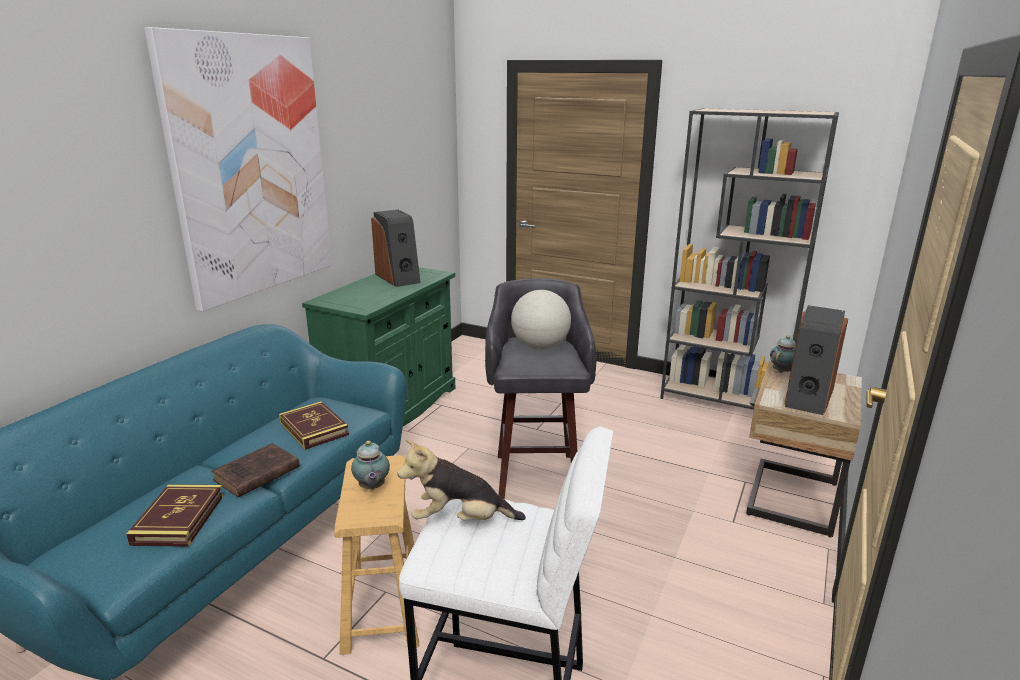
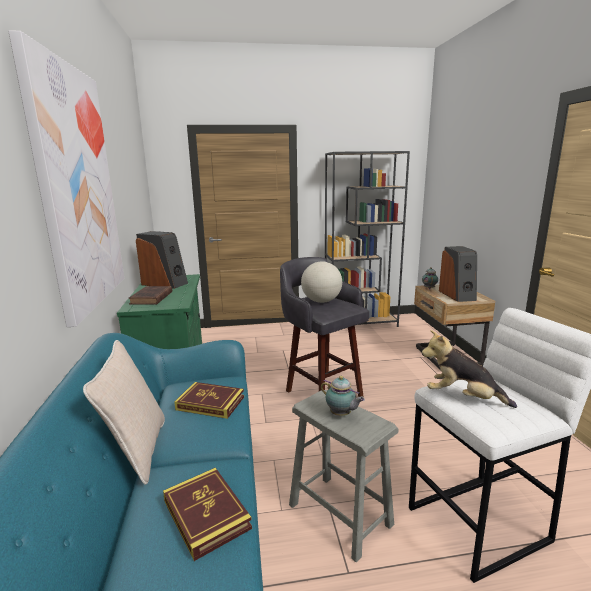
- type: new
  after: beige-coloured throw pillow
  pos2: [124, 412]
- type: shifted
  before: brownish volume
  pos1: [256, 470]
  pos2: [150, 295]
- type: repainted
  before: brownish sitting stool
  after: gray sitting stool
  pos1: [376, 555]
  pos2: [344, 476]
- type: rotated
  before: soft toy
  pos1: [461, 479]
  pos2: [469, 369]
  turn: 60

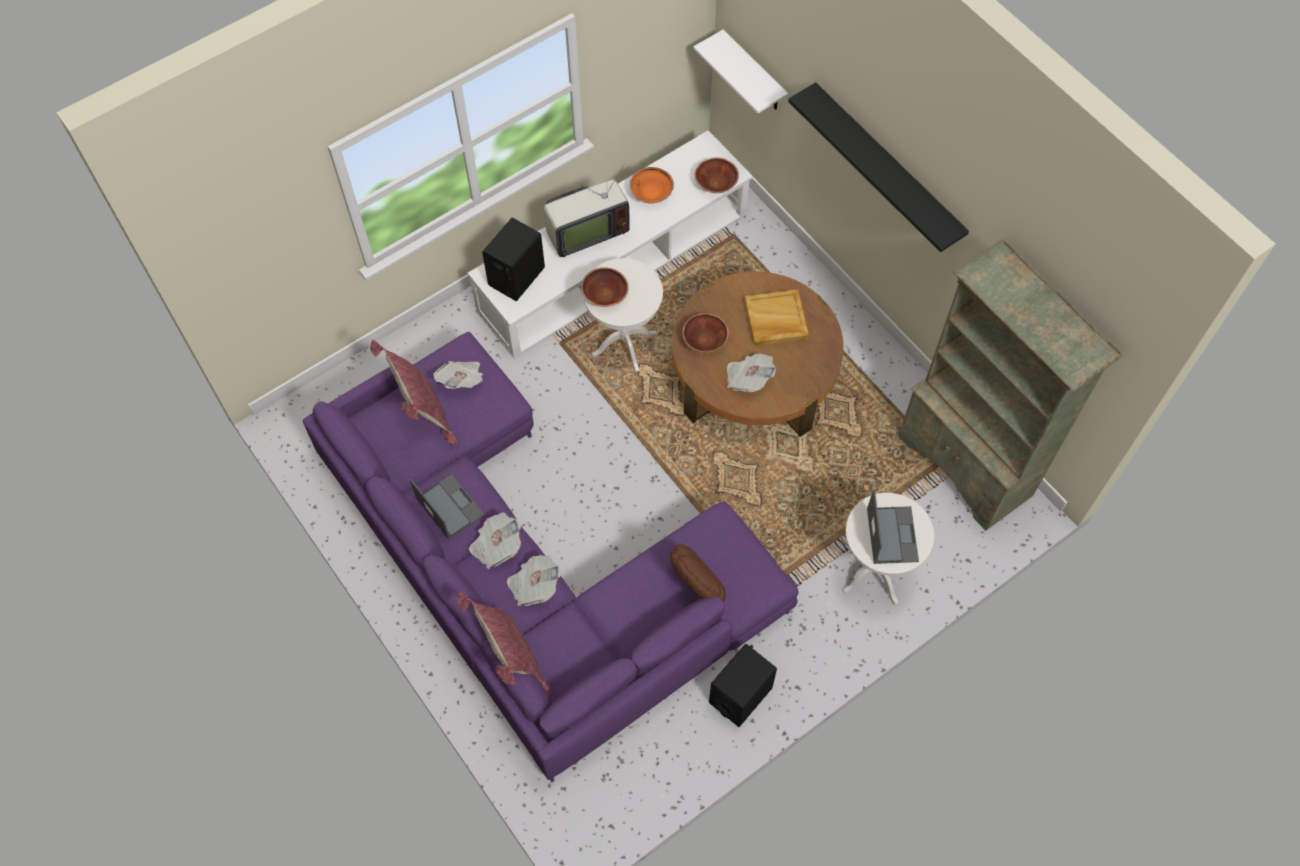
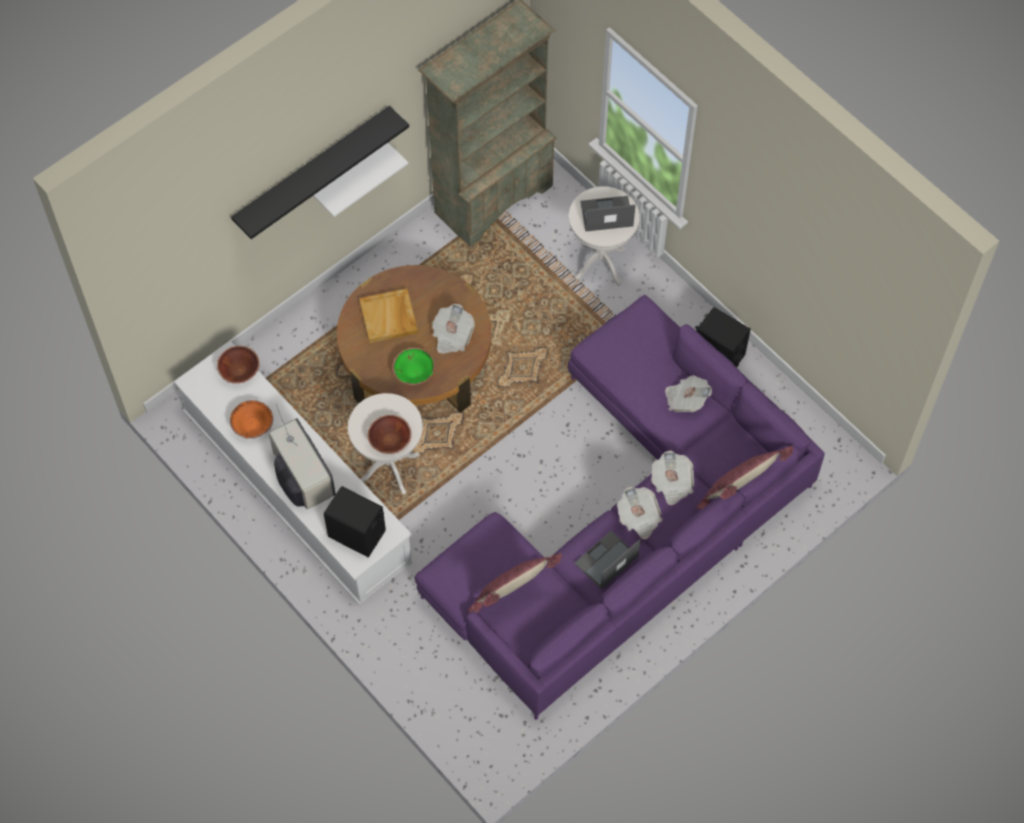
- type: shifted
  before: white bracket shelf
  pos1: [740, 71]
  pos2: [360, 180]
- type: repainted
  before: brownish bowl
  after: green bowl
  pos1: [705, 333]
  pos2: [413, 366]
- type: shifted
  before: daily paper
  pos1: [458, 375]
  pos2: [688, 393]
- type: gone
  before: brownish throw pillow
  pos1: [698, 573]

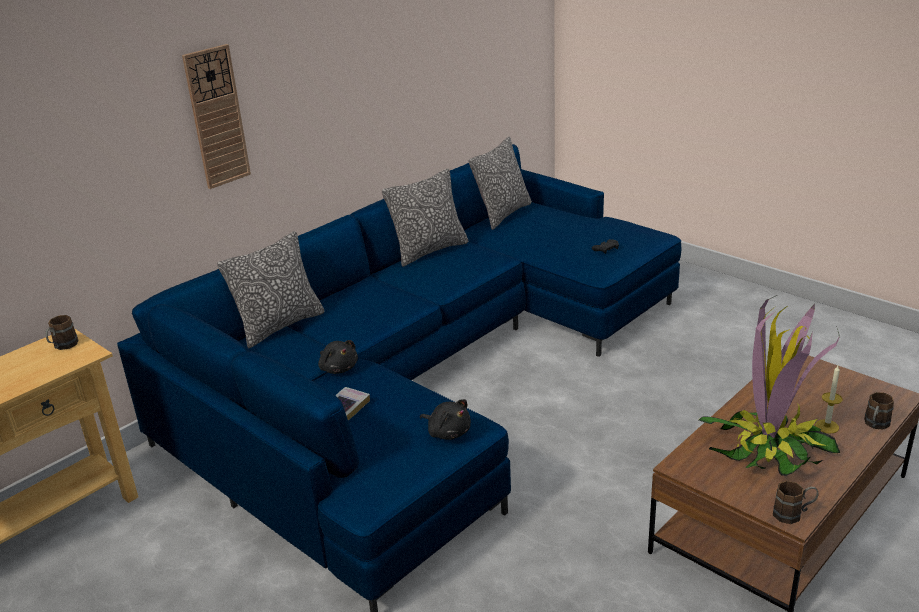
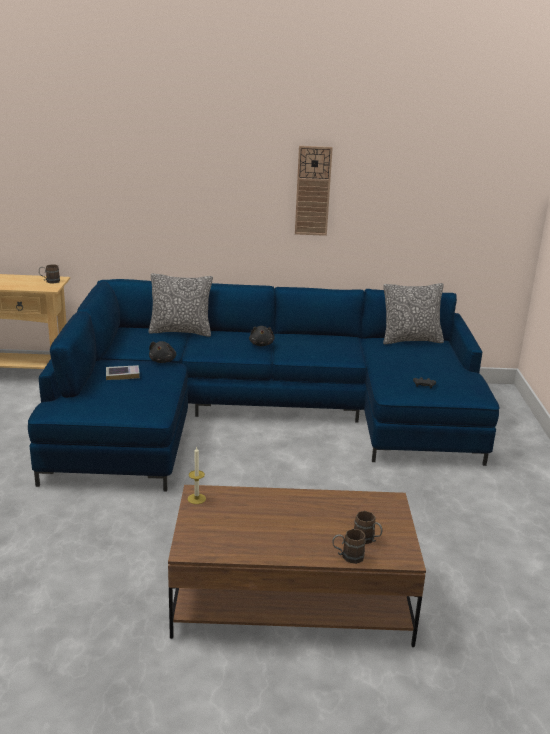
- type: shifted
  before: wax light
  pos1: [829, 400]
  pos2: [196, 475]
- type: shifted
  before: black soft toy
  pos1: [445, 419]
  pos2: [262, 336]
- type: shifted
  before: clock on the wall
  pos1: [216, 116]
  pos2: [314, 191]
- type: shifted
  before: brownish mug
  pos1: [796, 502]
  pos2: [368, 527]
- type: gone
  before: throw pillow
  pos1: [425, 218]
- type: gone
  before: potted plant
  pos1: [769, 385]

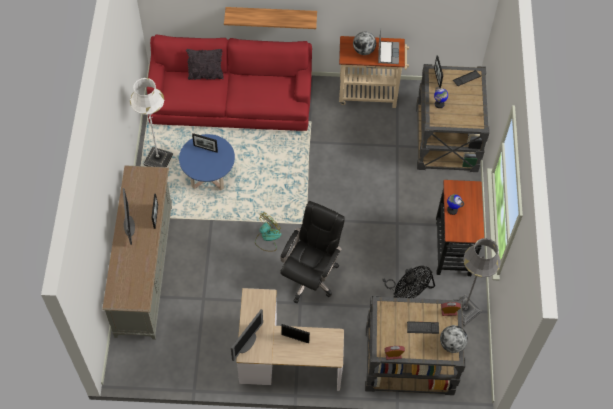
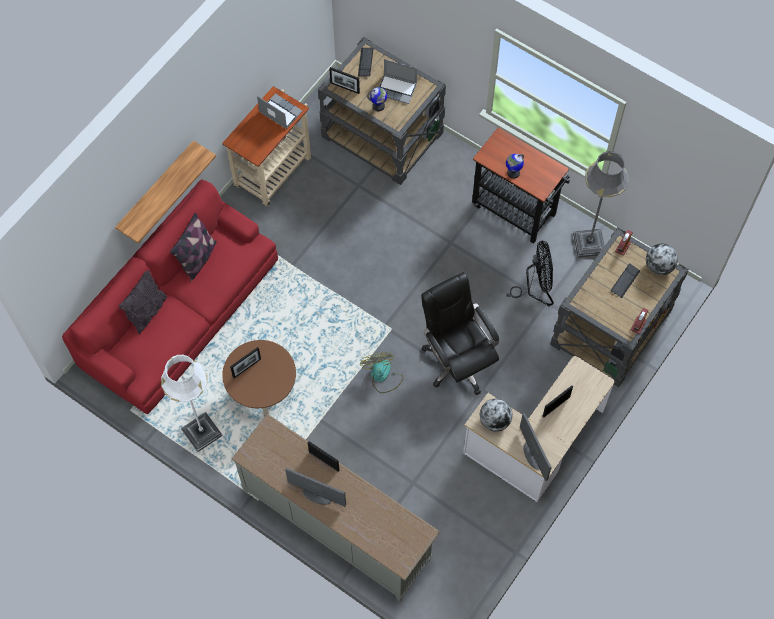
- type: new
  after: throw pillow
  pos2: [193, 246]
- type: repainted
  before: blue-coloured low table
  after: brownish low table
  pos1: [207, 162]
  pos2: [259, 378]
- type: new
  after: laptop
  pos2: [398, 81]
- type: shifted
  before: desk globe
  pos1: [364, 43]
  pos2: [496, 415]

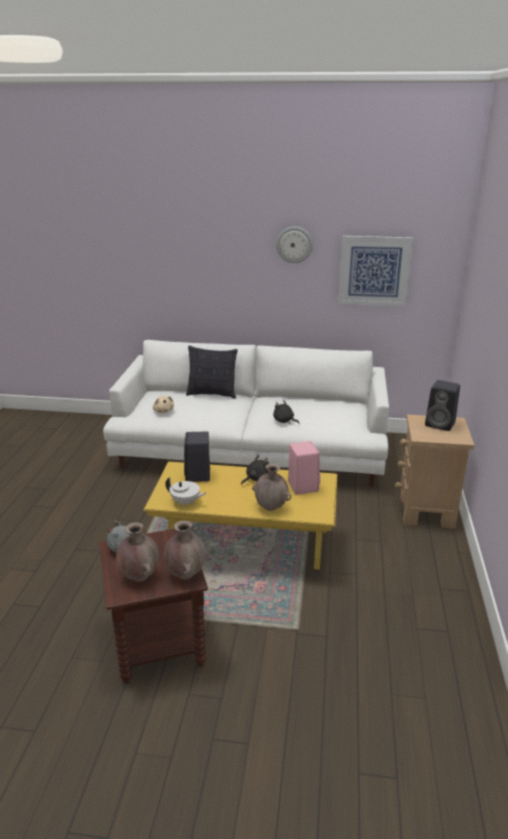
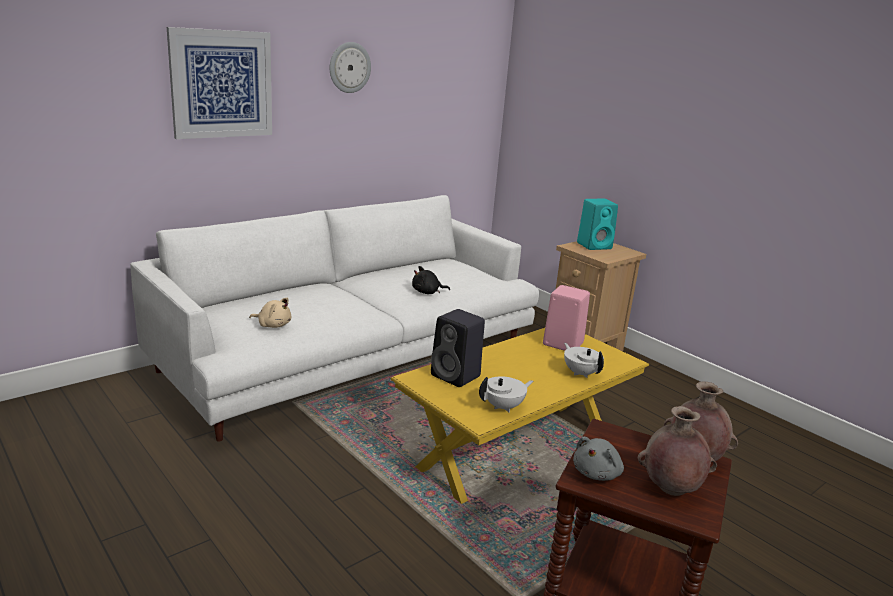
- type: shifted
  before: wall picture
  pos1: [375, 271]
  pos2: [219, 83]
- type: swapped
  before: brownish flower vase
  after: white pot for tea
  pos1: [271, 487]
  pos2: [584, 360]
- type: repainted
  before: black speaker
  after: turquoise-coloured speaker
  pos1: [442, 405]
  pos2: [597, 224]
- type: gone
  before: throw pillow
  pos1: [212, 372]
- type: gone
  before: black soft toy
  pos1: [255, 470]

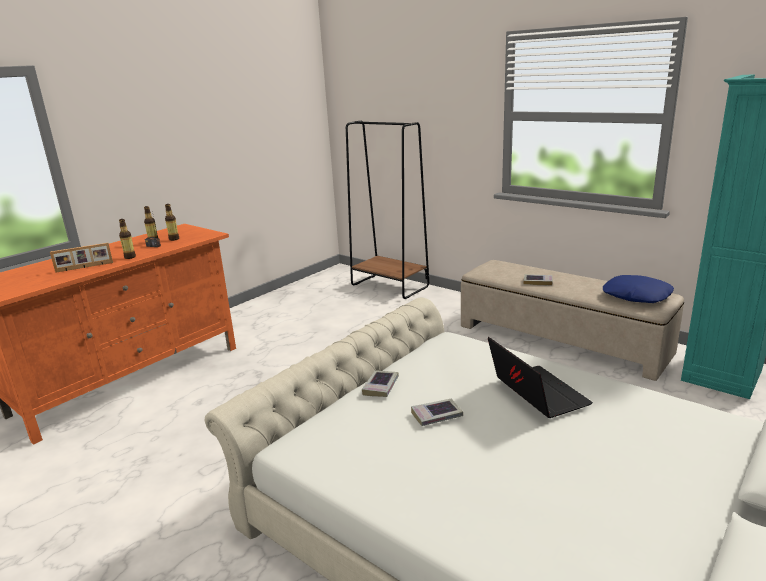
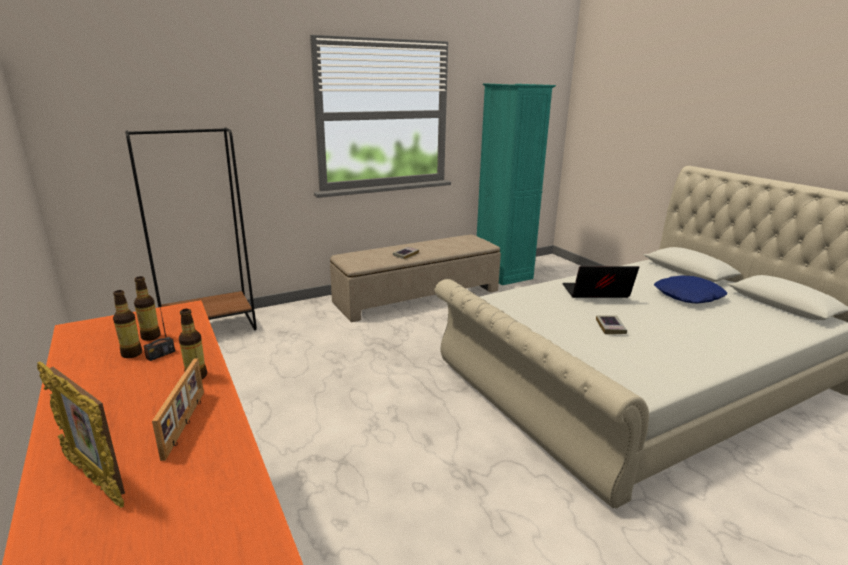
- type: new
  after: picture frame
  pos2: [81, 434]
- type: shifted
  before: blue-coloured throw pillow
  pos1: [638, 289]
  pos2: [690, 289]
- type: gone
  before: volume
  pos1: [380, 383]

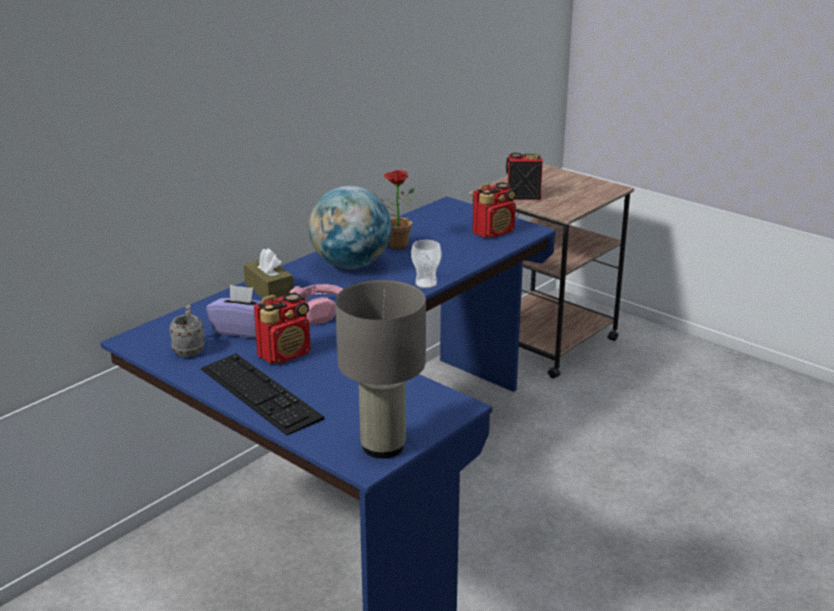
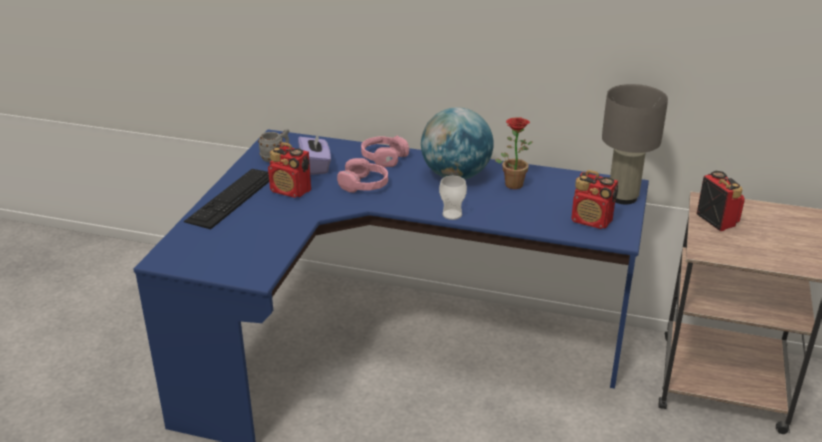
- type: swapped
  before: brownish tissue holder
  after: pinkish pair of headphones
  pos1: [268, 275]
  pos2: [385, 151]
- type: shifted
  before: gray lamp for a table
  pos1: [381, 369]
  pos2: [635, 144]

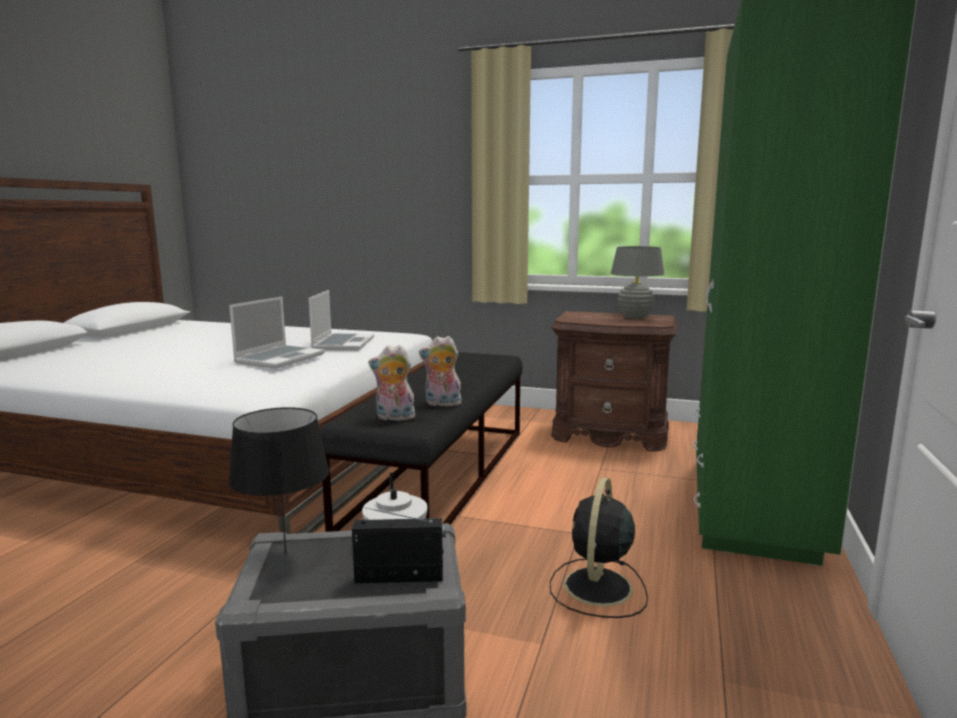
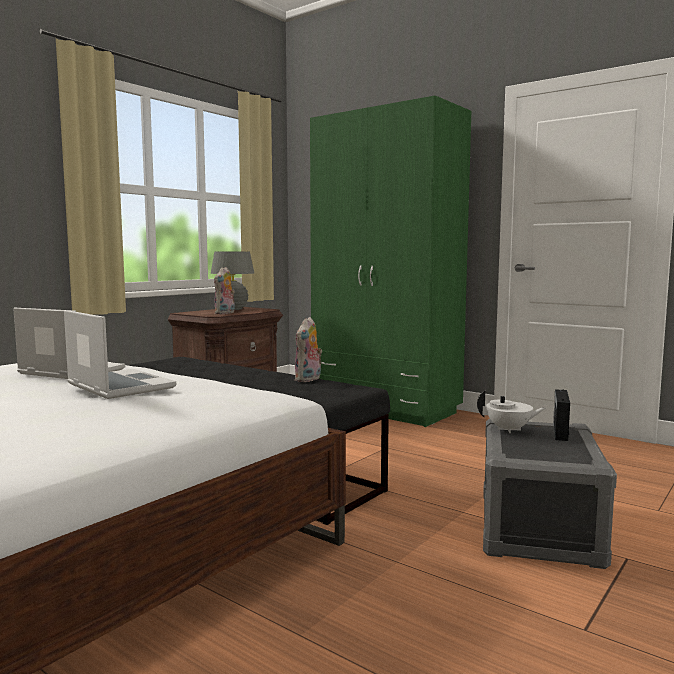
- type: shifted
  before: soft toy
  pos1: [392, 383]
  pos2: [224, 290]
- type: gone
  before: black lamp for a table
  pos1: [278, 481]
- type: gone
  before: black electric fan
  pos1: [599, 547]

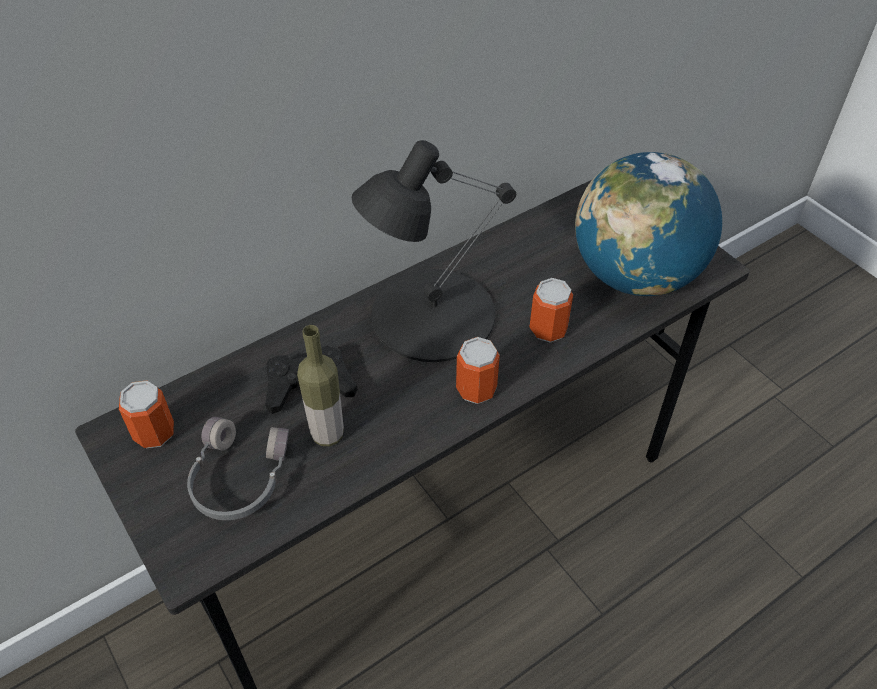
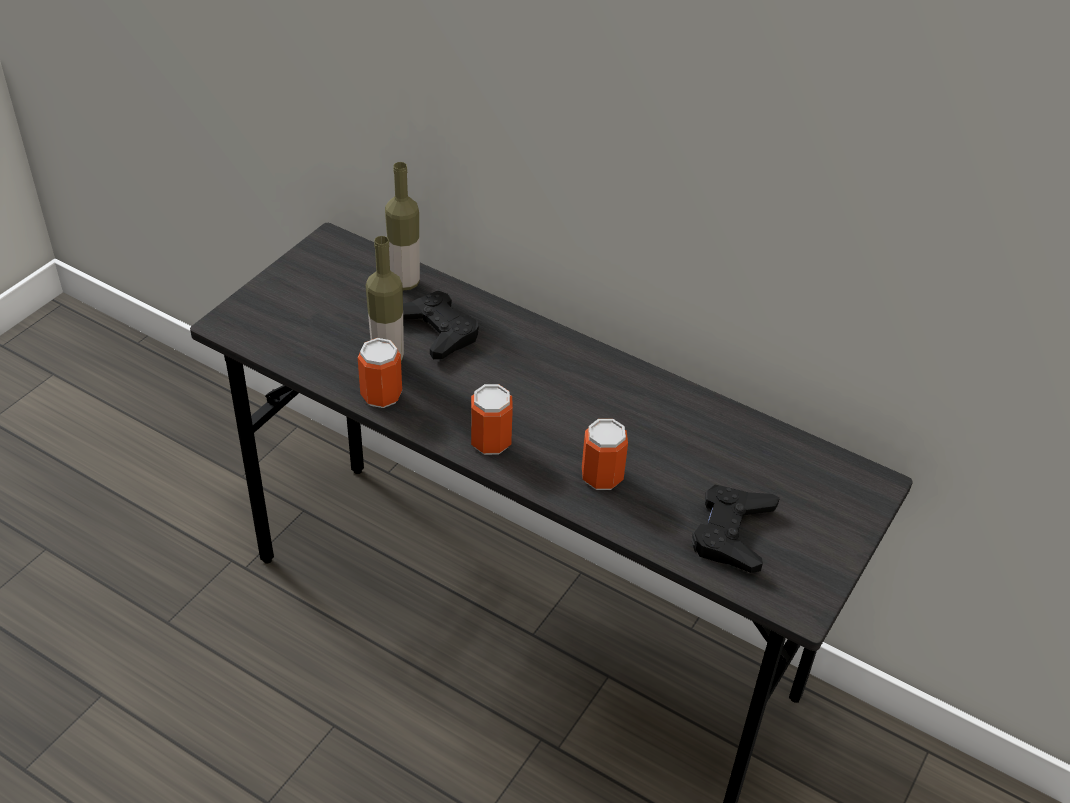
- type: shifted
  before: metal can
  pos1: [146, 414]
  pos2: [380, 373]
- type: new
  after: beverage bottle
  pos2: [402, 226]
- type: swapped
  before: desk globe
  after: black game controller
  pos1: [648, 224]
  pos2: [735, 529]
- type: gone
  before: gray pair of headphones
  pos1: [238, 468]
- type: gone
  before: black lamp for a table
  pos1: [434, 251]

